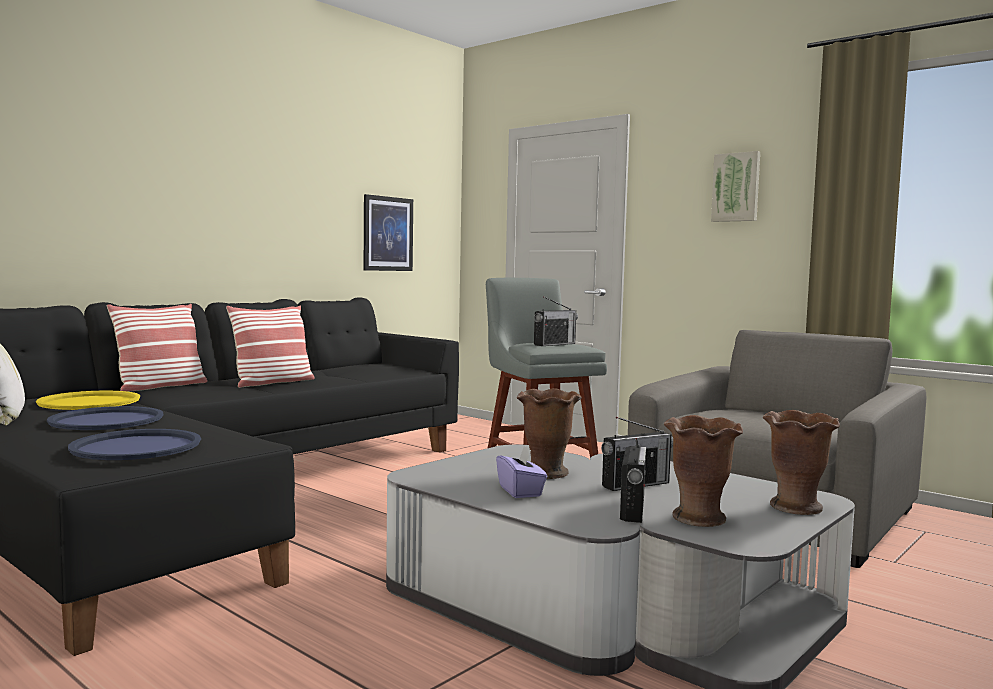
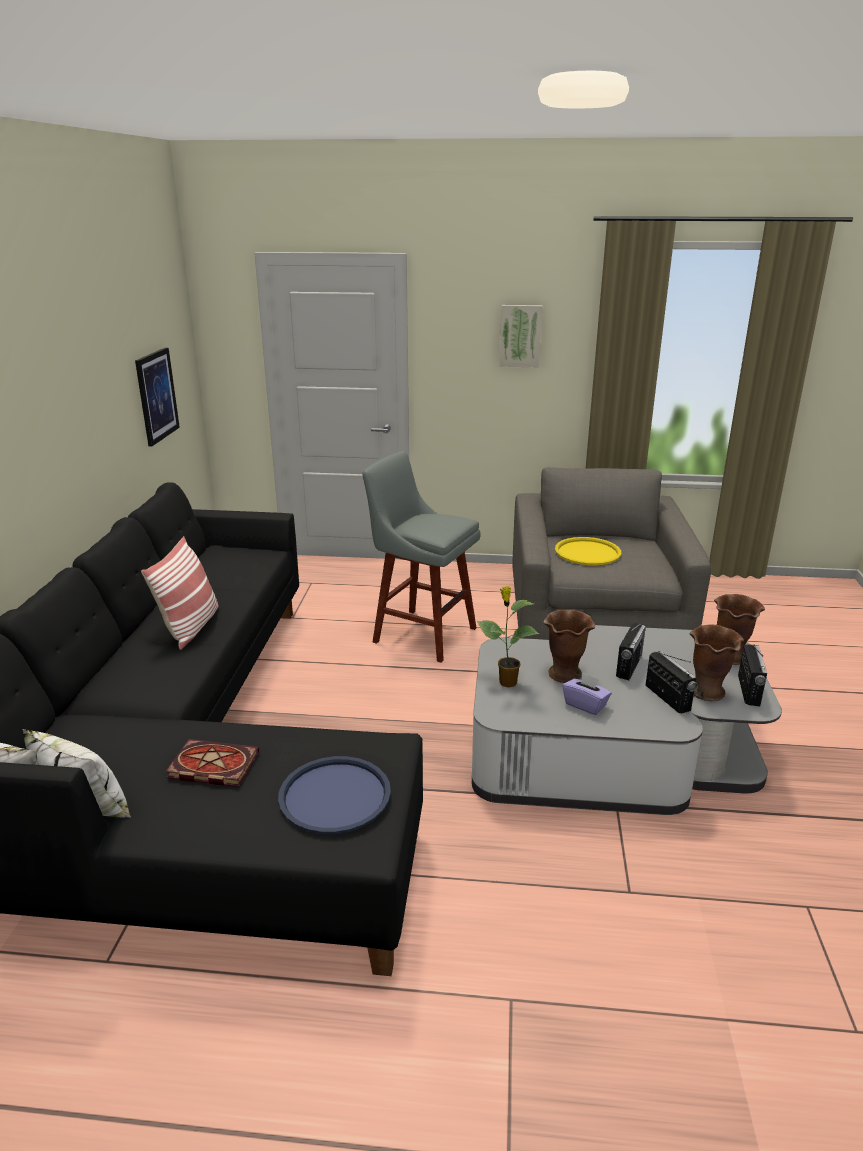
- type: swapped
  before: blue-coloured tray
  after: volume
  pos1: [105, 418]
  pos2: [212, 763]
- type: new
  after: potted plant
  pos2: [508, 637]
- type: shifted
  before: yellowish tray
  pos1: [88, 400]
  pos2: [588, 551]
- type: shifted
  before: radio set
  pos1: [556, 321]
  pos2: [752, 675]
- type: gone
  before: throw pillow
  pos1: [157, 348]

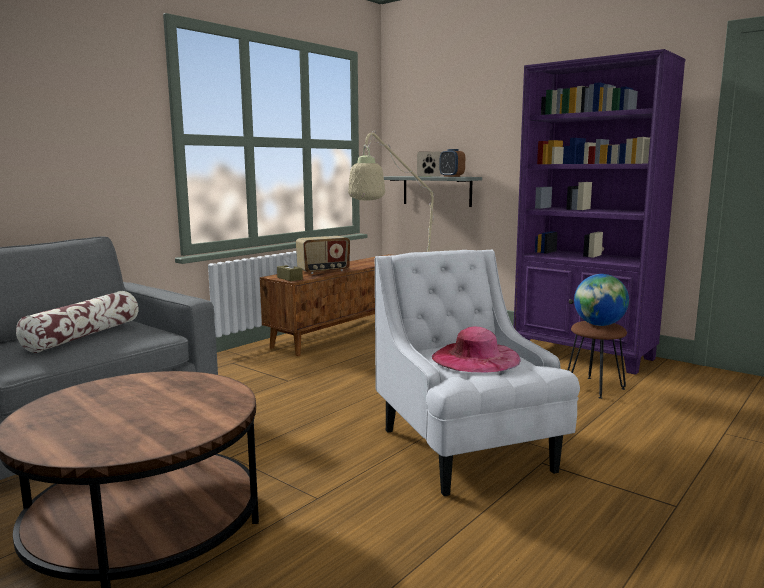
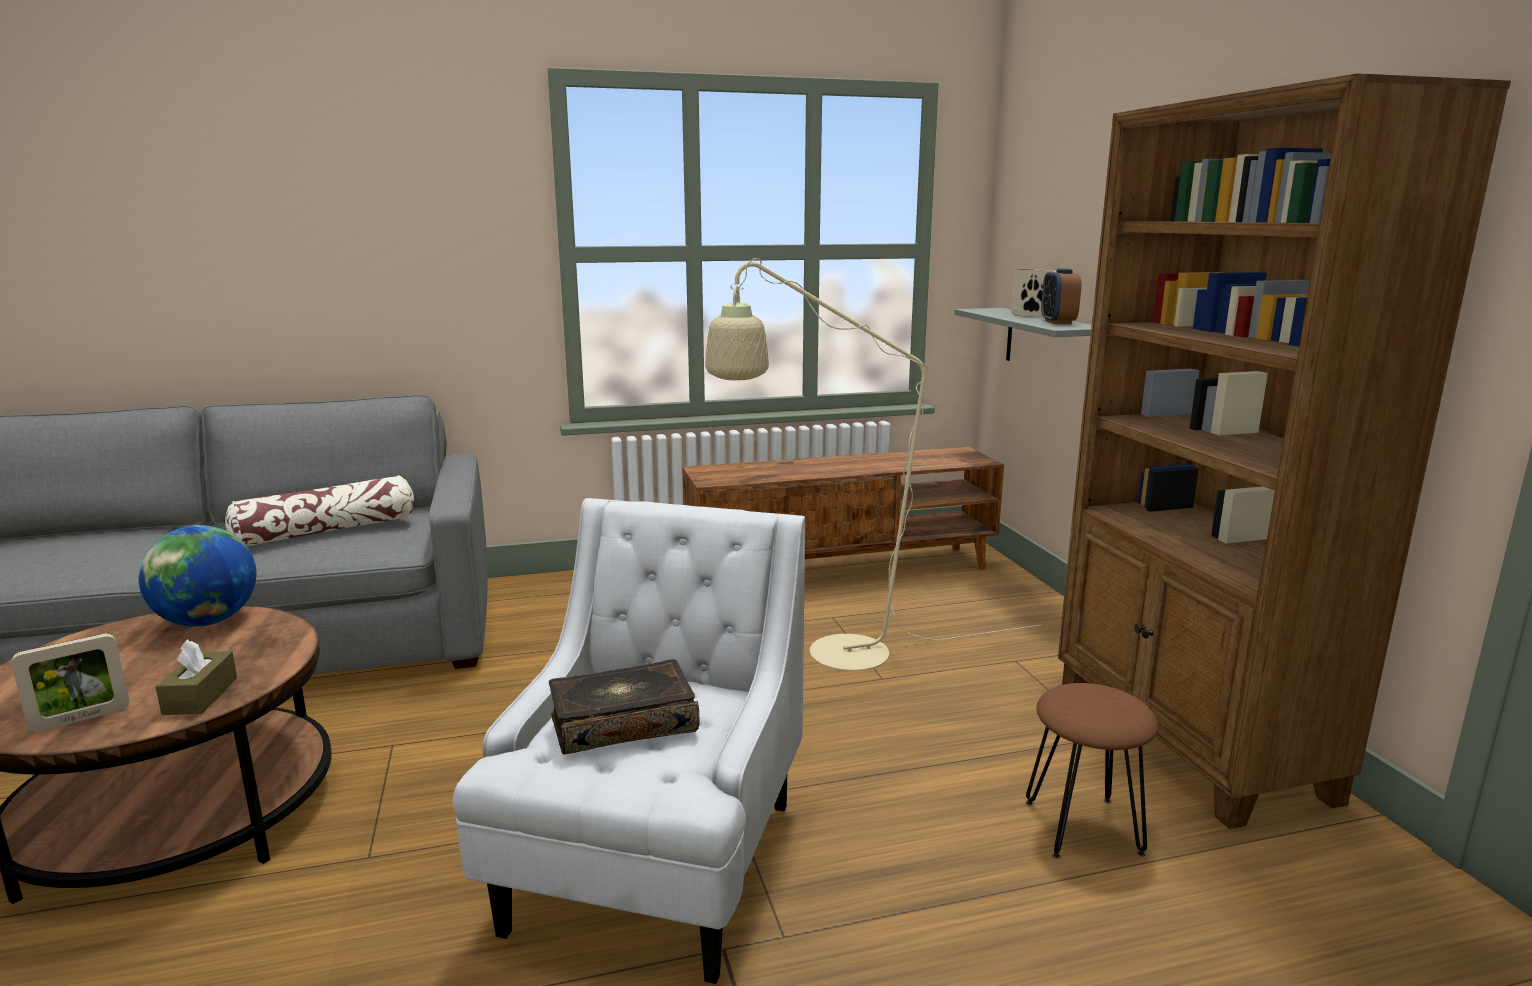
- type: new
  after: picture frame
  pos2: [70, 682]
- type: shifted
  before: desk globe
  pos1: [601, 300]
  pos2: [197, 576]
- type: shifted
  before: brownish tissue holder
  pos1: [290, 268]
  pos2: [196, 677]
- type: swapped
  before: pinkish hat
  after: volume
  pos1: [476, 350]
  pos2: [624, 706]
- type: repainted
  before: purple-coloured shelving unit
  after: brownish shelving unit
  pos1: [599, 212]
  pos2: [1284, 451]
- type: gone
  before: radio set
  pos1: [323, 255]

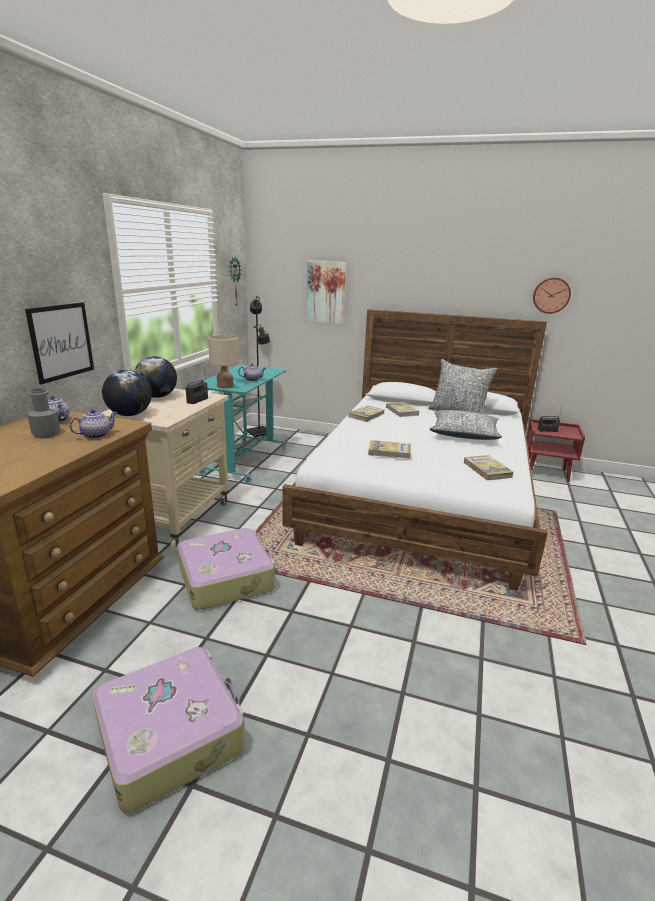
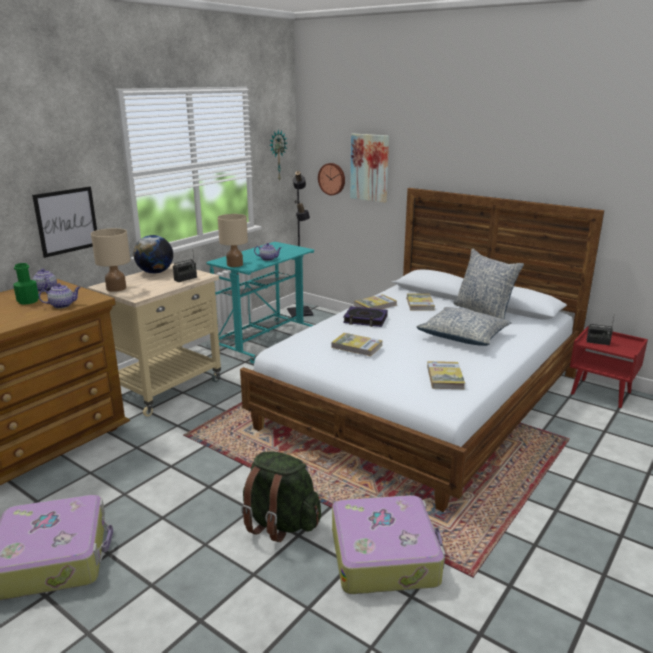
- type: repainted
  before: gray beverage bottle
  after: green beverage bottle
  pos1: [43, 413]
  pos2: [26, 284]
- type: swapped
  before: desk globe
  after: beige-coloured lamp for a table
  pos1: [127, 393]
  pos2: [110, 260]
- type: new
  after: green knapsack
  pos2: [281, 496]
- type: shifted
  before: clock on the wall
  pos1: [552, 295]
  pos2: [331, 179]
- type: shifted
  before: piece of luggage
  pos1: [226, 569]
  pos2: [388, 544]
- type: new
  after: volume
  pos2: [365, 316]

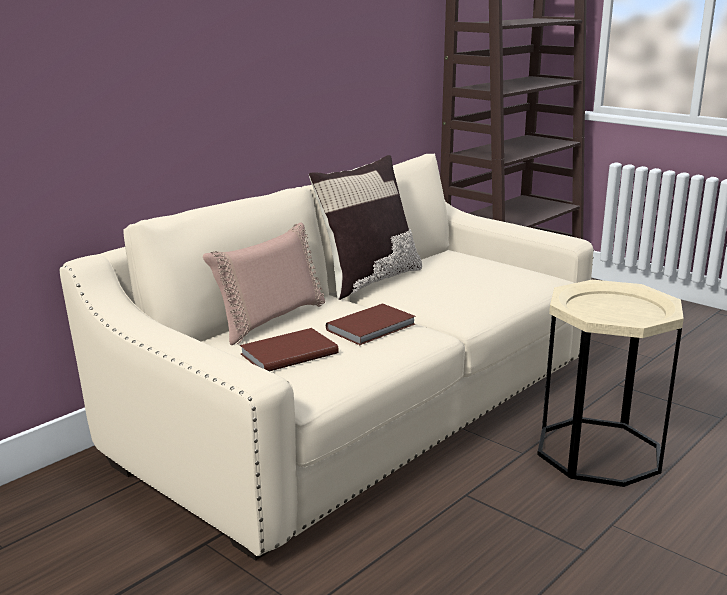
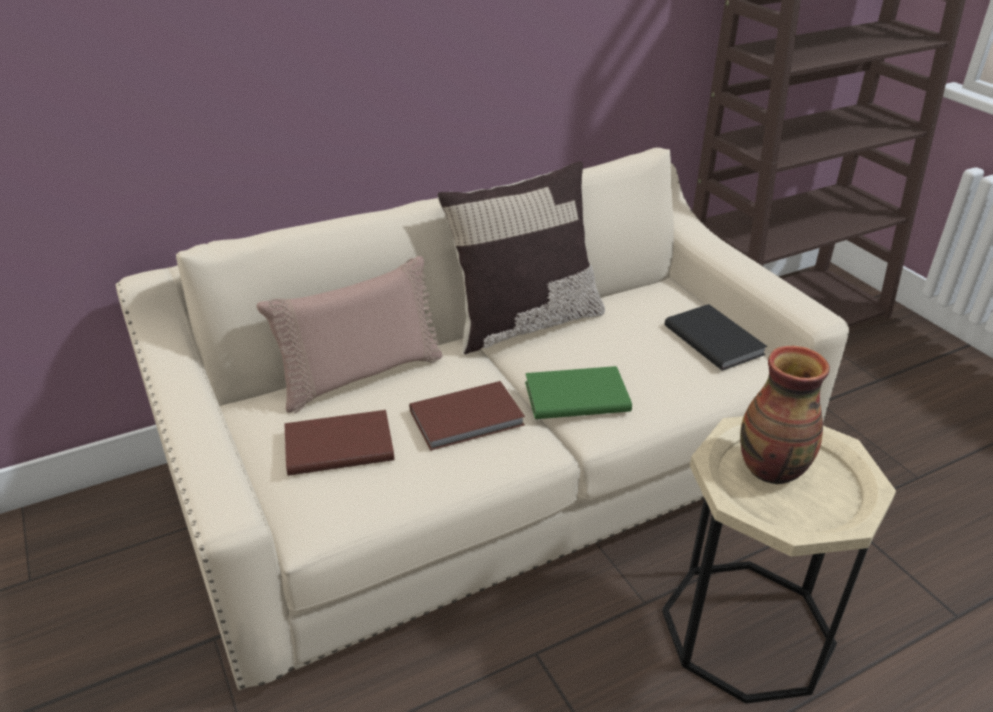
- type: new
  after: green volume
  pos2: [578, 392]
- type: new
  after: black volume
  pos2: [716, 337]
- type: new
  after: flower vase
  pos2: [785, 415]

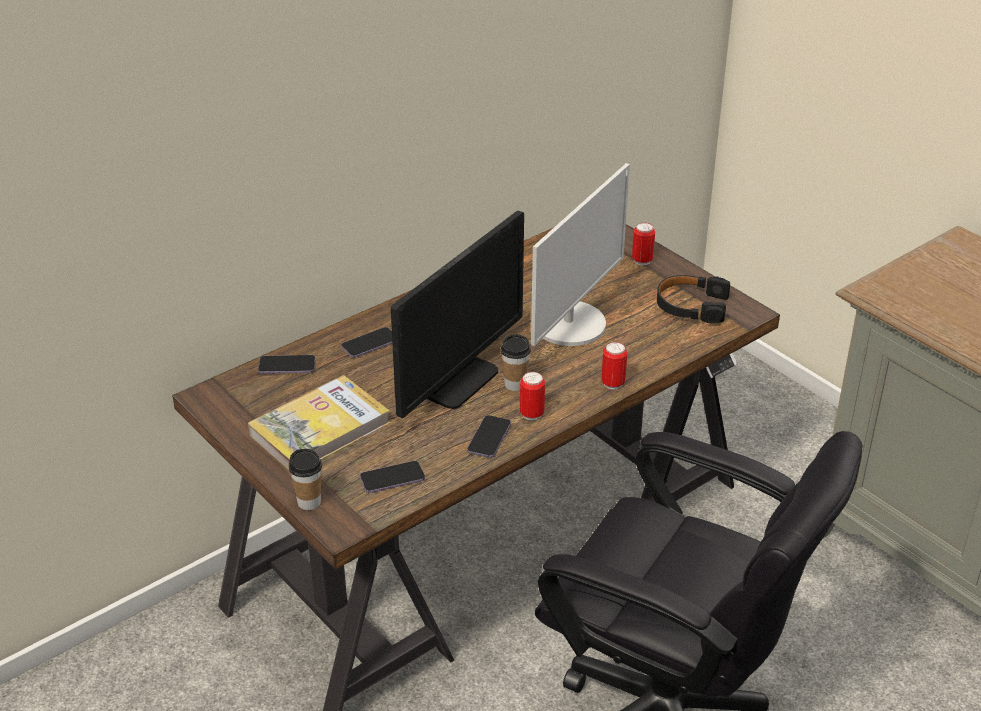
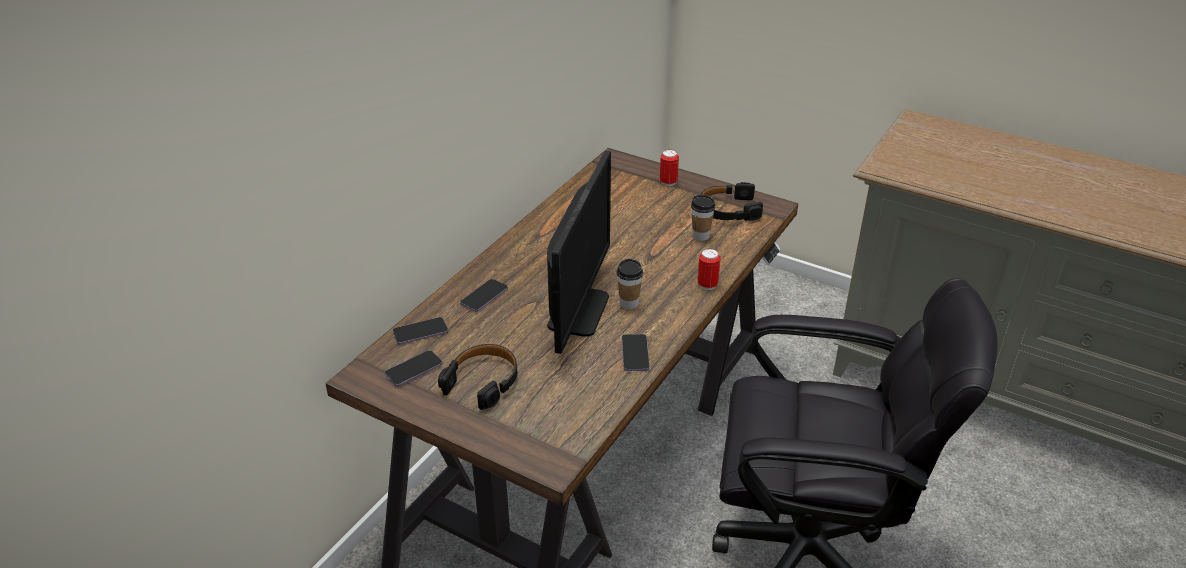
- type: shifted
  before: phone
  pos1: [392, 477]
  pos2: [413, 368]
- type: swapped
  before: volume
  after: black pair of headphones
  pos1: [319, 422]
  pos2: [477, 377]
- type: shifted
  before: drinking cup
  pos1: [305, 479]
  pos2: [703, 217]
- type: gone
  before: metal can
  pos1: [532, 396]
- type: gone
  before: monitor
  pos1: [580, 254]

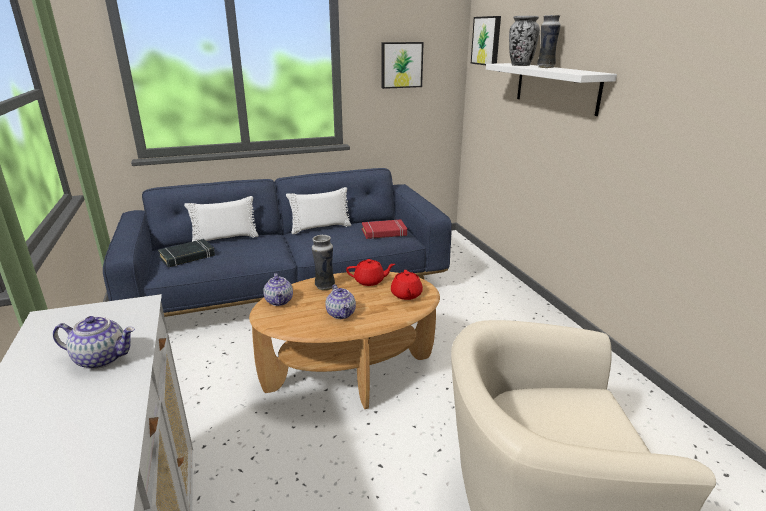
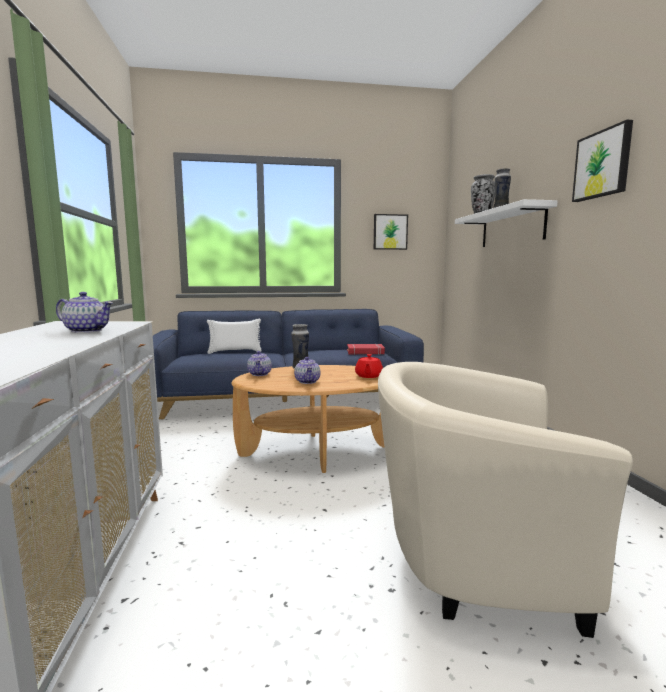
- type: shifted
  before: wall picture
  pos1: [486, 40]
  pos2: [602, 161]
- type: gone
  before: black volume
  pos1: [186, 253]
- type: gone
  before: white throw pillow
  pos1: [318, 210]
- type: gone
  before: red pot for tea
  pos1: [370, 272]

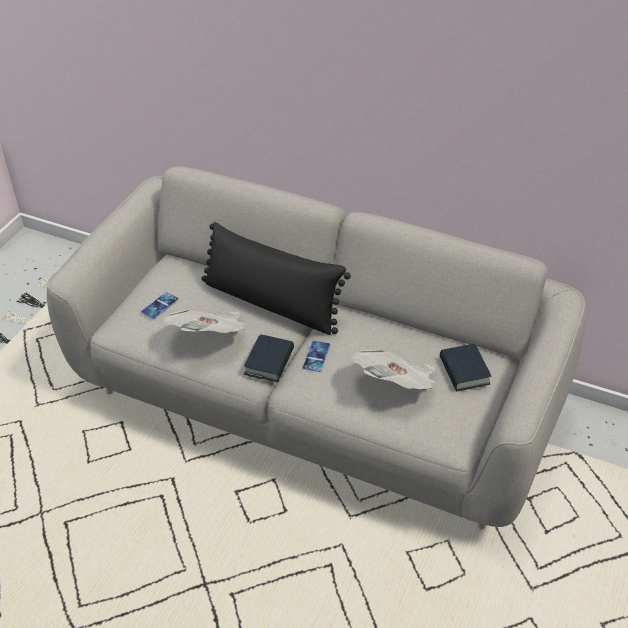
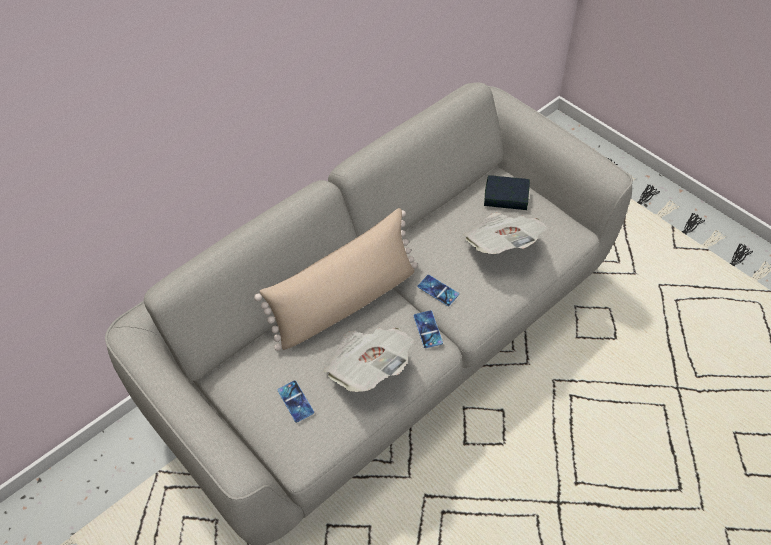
- type: repainted
  before: black throw pillow
  after: beige-coloured throw pillow
  pos1: [276, 278]
  pos2: [336, 279]
- type: swapped
  before: volume
  after: phone
  pos1: [269, 358]
  pos2: [428, 329]

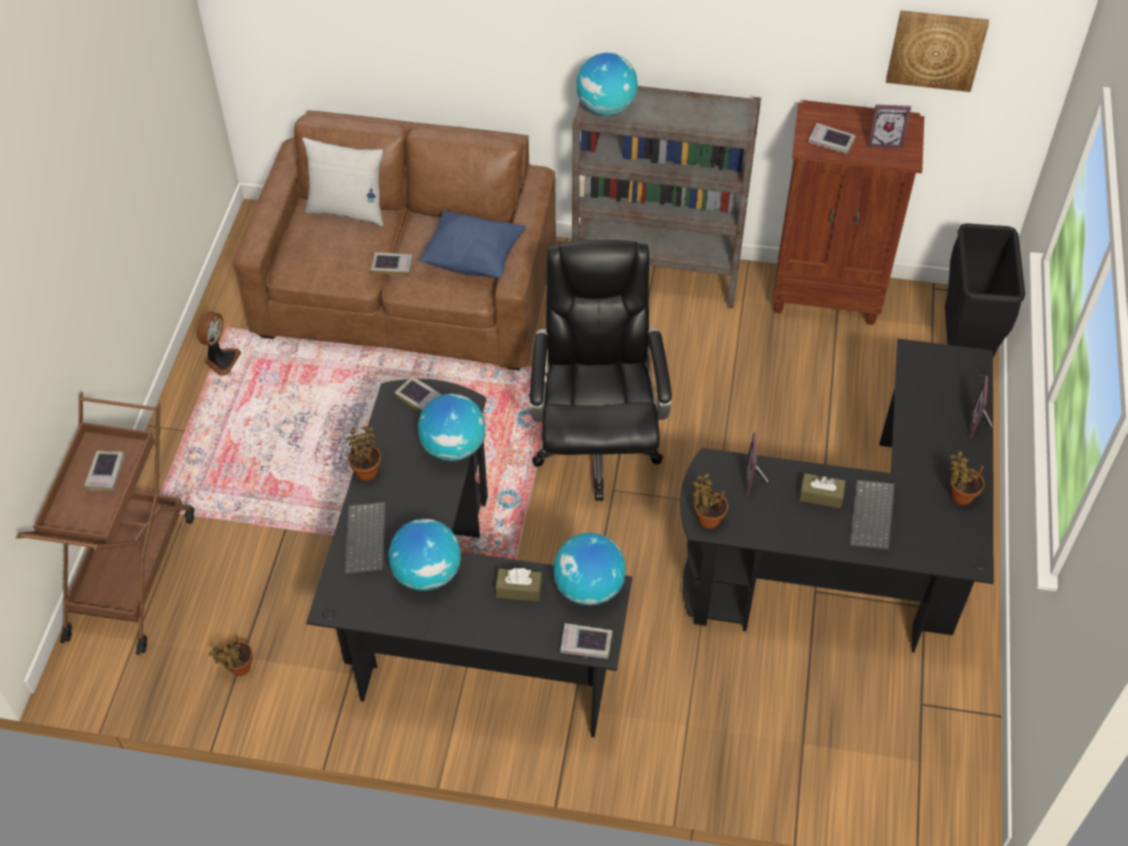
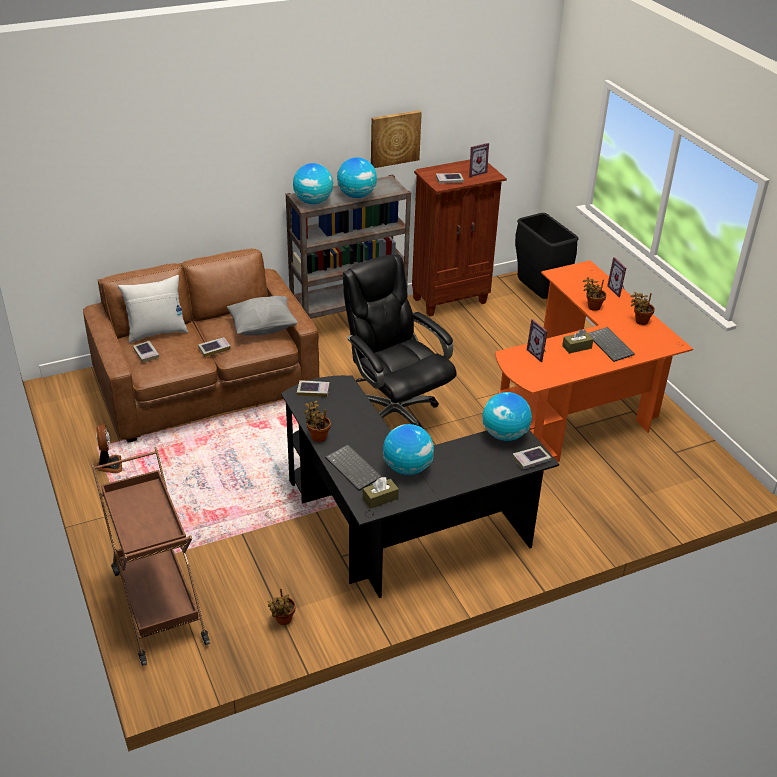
- type: shifted
  before: volume
  pos1: [104, 471]
  pos2: [146, 352]
- type: repainted
  before: blue-coloured throw pillow
  after: gray throw pillow
  pos1: [472, 244]
  pos2: [262, 315]
- type: shifted
  before: desk globe
  pos1: [451, 427]
  pos2: [357, 177]
- type: shifted
  before: brownish tissue holder
  pos1: [519, 584]
  pos2: [381, 493]
- type: shifted
  before: wall picture
  pos1: [937, 51]
  pos2: [396, 139]
- type: repainted
  before: black desk
  after: orange desk
  pos1: [837, 496]
  pos2: [594, 361]
- type: shifted
  before: potted plant
  pos1: [710, 501]
  pos2: [595, 294]

